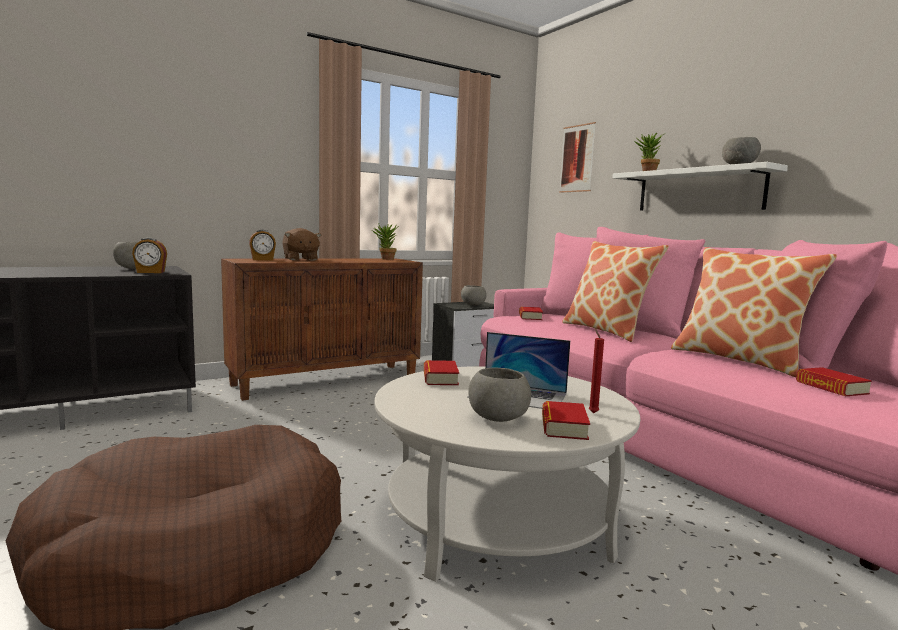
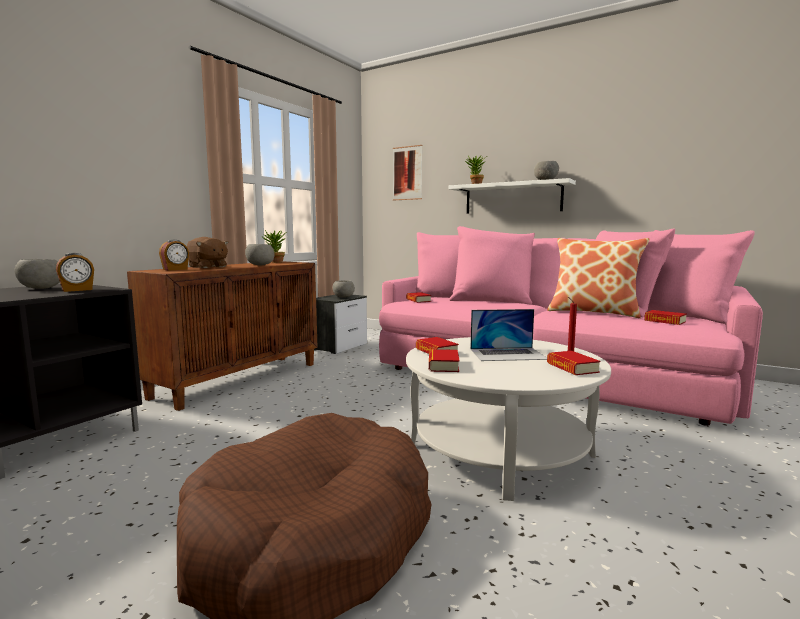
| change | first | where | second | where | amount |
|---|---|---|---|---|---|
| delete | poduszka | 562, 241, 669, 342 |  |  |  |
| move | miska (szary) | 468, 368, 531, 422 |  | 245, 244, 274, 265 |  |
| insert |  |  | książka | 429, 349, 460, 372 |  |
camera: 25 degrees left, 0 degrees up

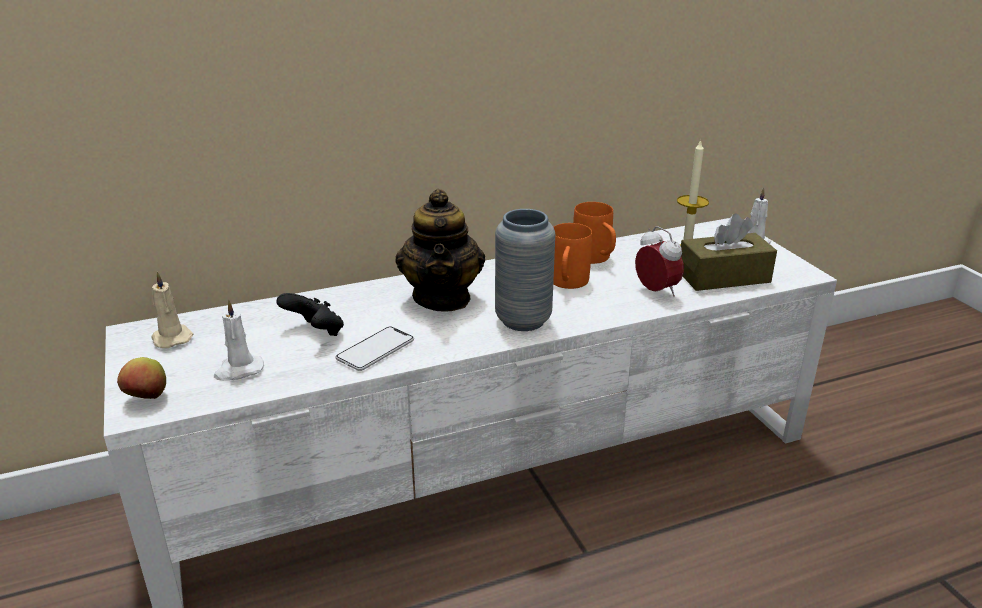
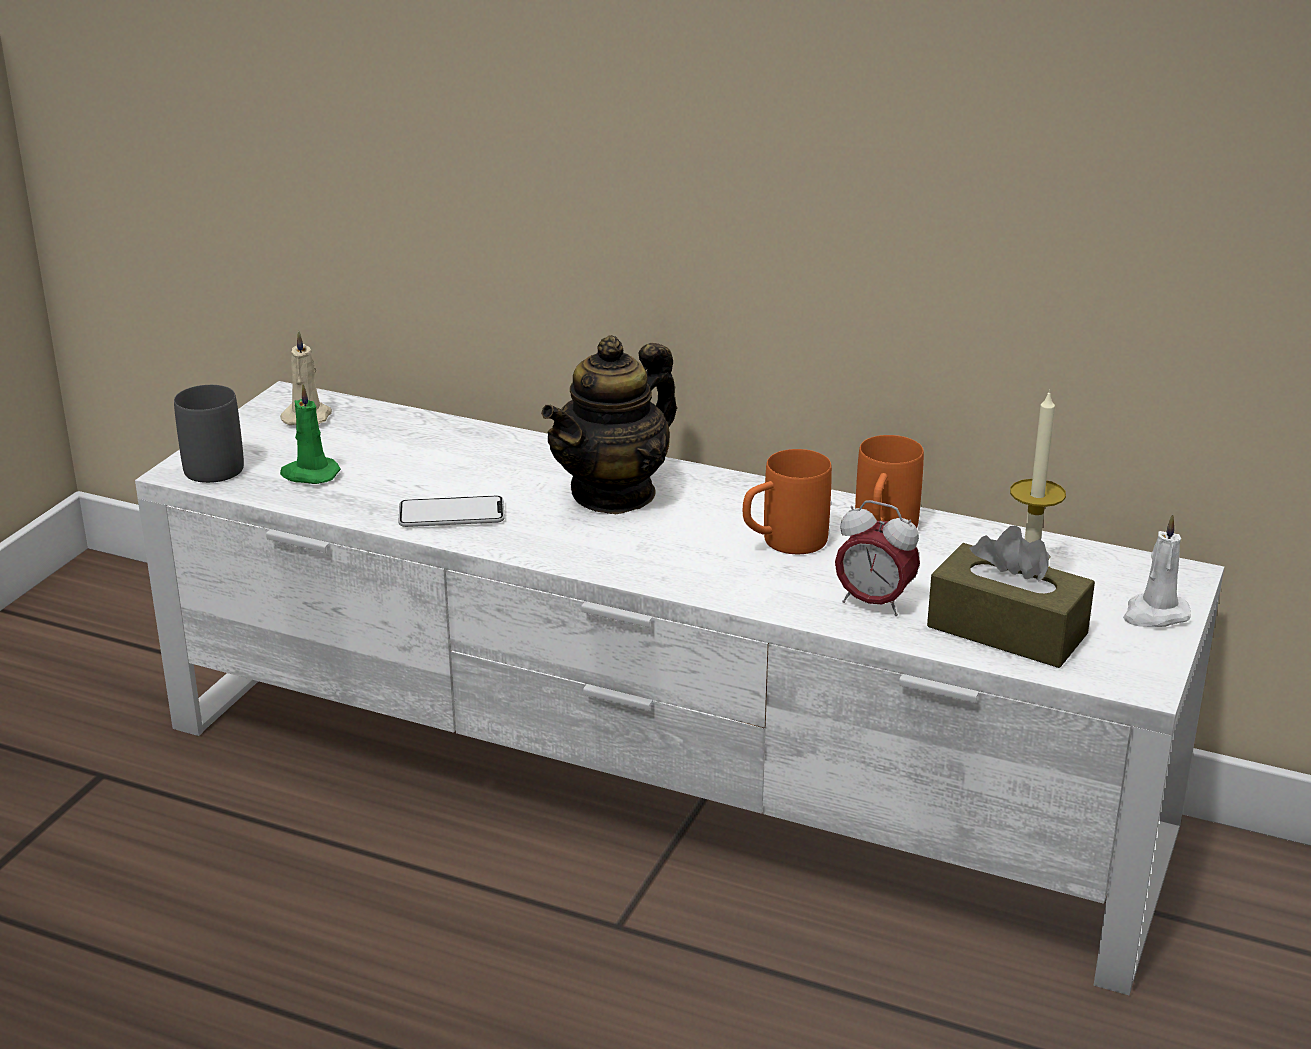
| change | first | where | second | where | amount |
|---|---|---|---|---|---|
| delete | wazon (szary) | 495, 209, 555, 331 |  |  |  |
| rotate | budzik | 635, 226, 684, 297 |  | 835, 500, 920, 616 | 105 degrees clockwise |
| delete | pad do gier (czarny) | 276, 293, 344, 336 |  |  |  |
| recolor | świeca (biały) | 214, 299, 264, 381 | świeca (zielony) | 280, 384, 341, 484 |  |
| replace | jabłko | 117, 357, 166, 399 | kubek (szary) | 174, 385, 244, 483 |  |
camera: 45 degrees right, 0 degrees up

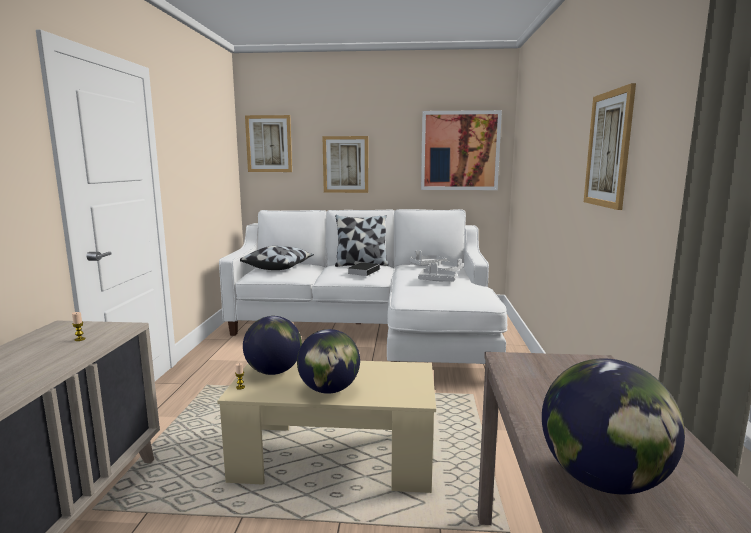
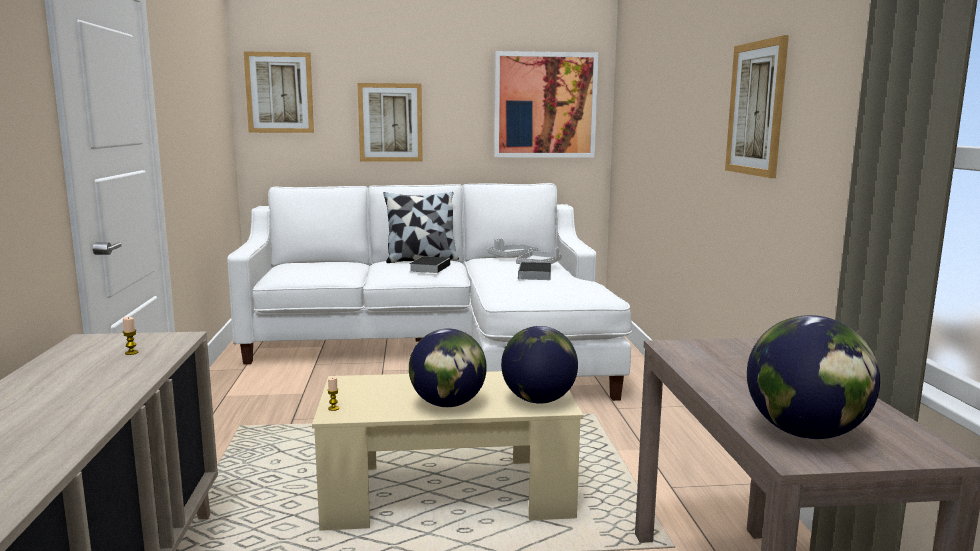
| change | first | where | second | where | amount |
|---|---|---|---|---|---|
| delete | poduszka | 240, 246, 314, 270 |  |  |  |
| replace | taca (szary) | 418, 263, 457, 281 | książka | 518, 262, 551, 281 |  |
| move | globus | 243, 316, 302, 375 |  | 501, 326, 578, 404 |  |
camera: 10 degrees left, 0 degrees up

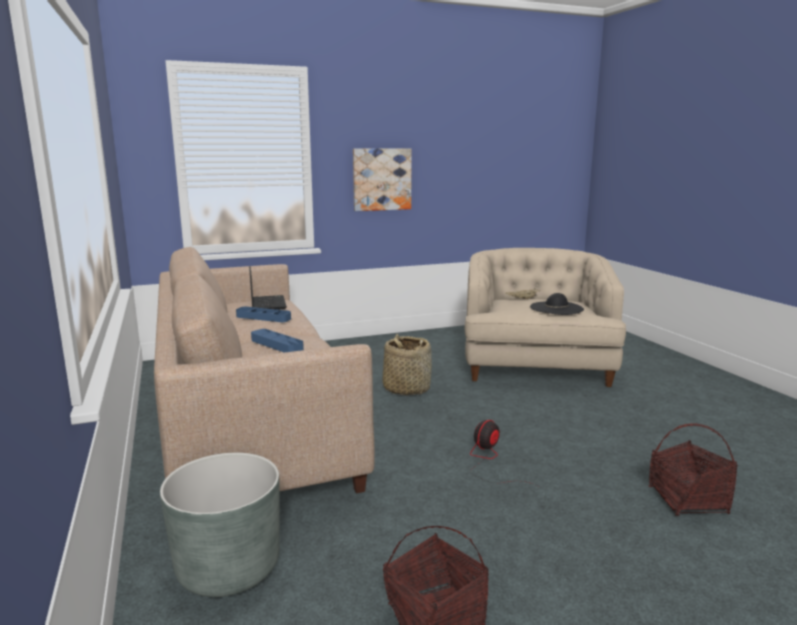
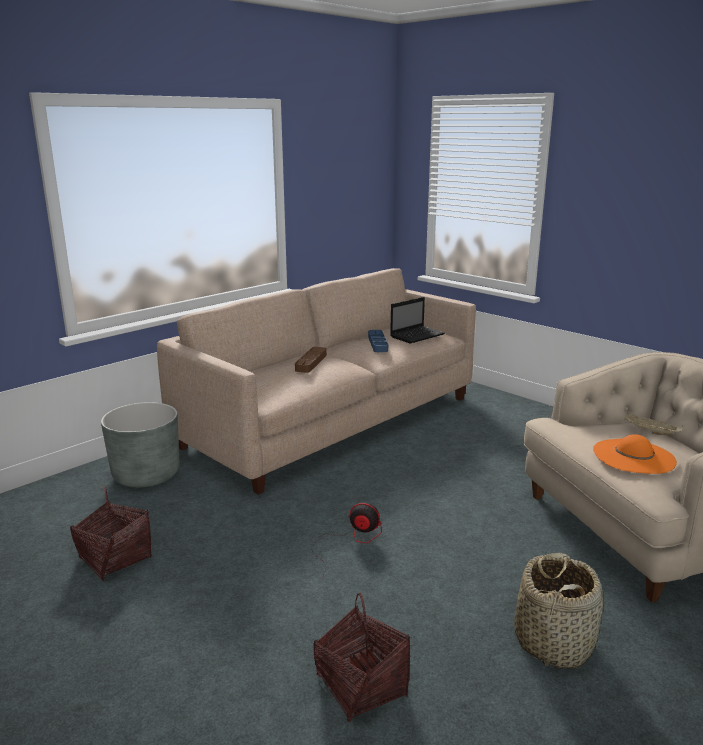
| change | first | where | second | where | amount |
|---|---|---|---|---|---|
| delete | obraz | 353, 149, 412, 211 |  |  |  |
| recolor | kapelusz (czarny) | 530, 293, 584, 315 | kapelusz (pomarańczowy) | 593, 434, 677, 474 |  |
| recolor | taca (niebieski) | 251, 329, 304, 352 | taca (brązowy) | 295, 347, 327, 373 |  |
| move | koszyk | 383, 334, 432, 396 |  | 514, 553, 603, 669 |  |
camera: 65 degrees right, 5 degrees up

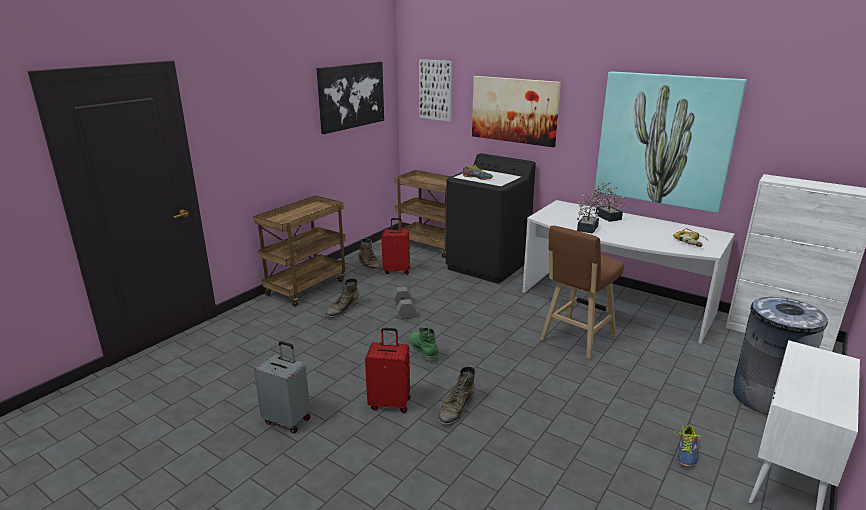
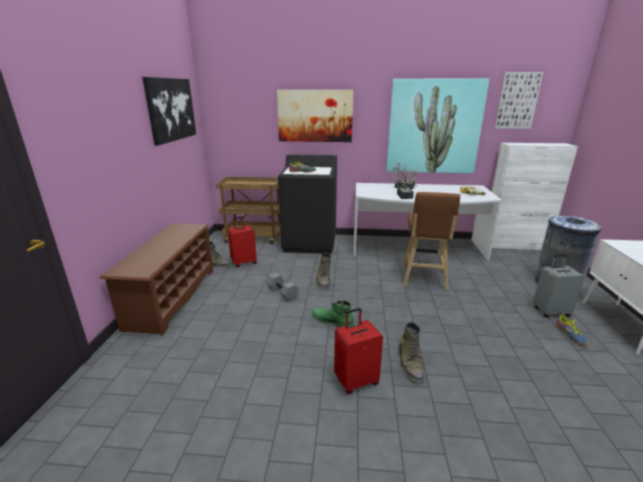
| change | first | where | second | where | amount |
|---|---|---|---|---|---|
| move | obraz | 419, 59, 452, 121 |  | 495, 72, 543, 129 |  |
| replace | wózek (brązowy) | 254, 196, 347, 306 | regał na buty (brązowy) | 99, 223, 213, 336 |  |
| move | but z cholewką (zielony) | 325, 278, 359, 318 |  | 316, 253, 331, 288 |  |
| move | walizka (szary) | 254, 341, 310, 433 |  | 533, 254, 585, 318 |  |
camera: 30 degrees left, 0 degrees up

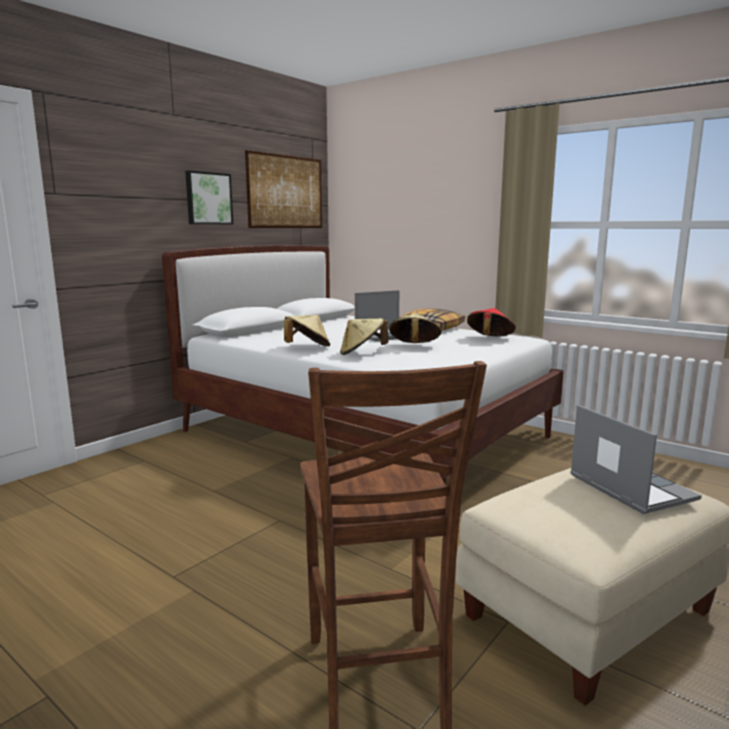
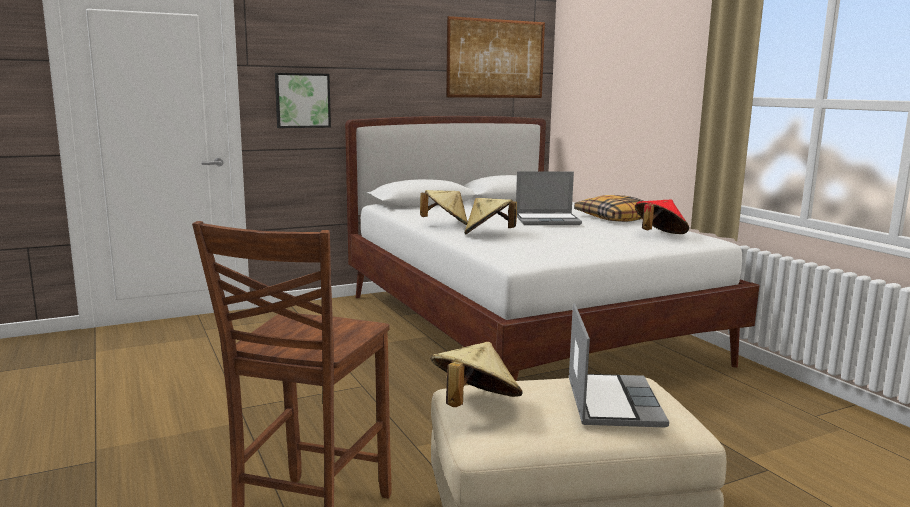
| change | first | where | second | where | amount |
|---|---|---|---|---|---|
| move | obraz | 185, 170, 233, 224 |  | 275, 73, 331, 128 |  |
| move | kapelusz (beżowy) | 389, 313, 441, 343 |  | 431, 342, 523, 407 |  |
camera: 25 degrees right, 0 degrees up

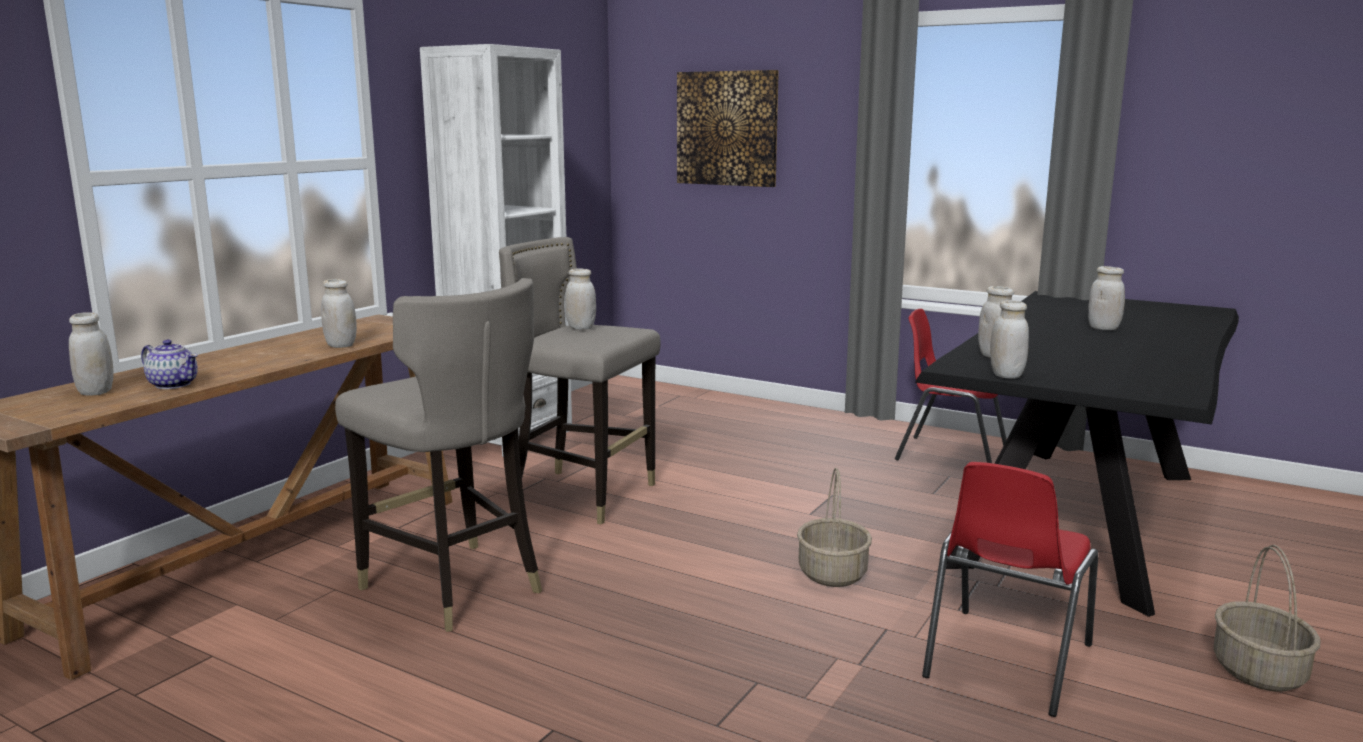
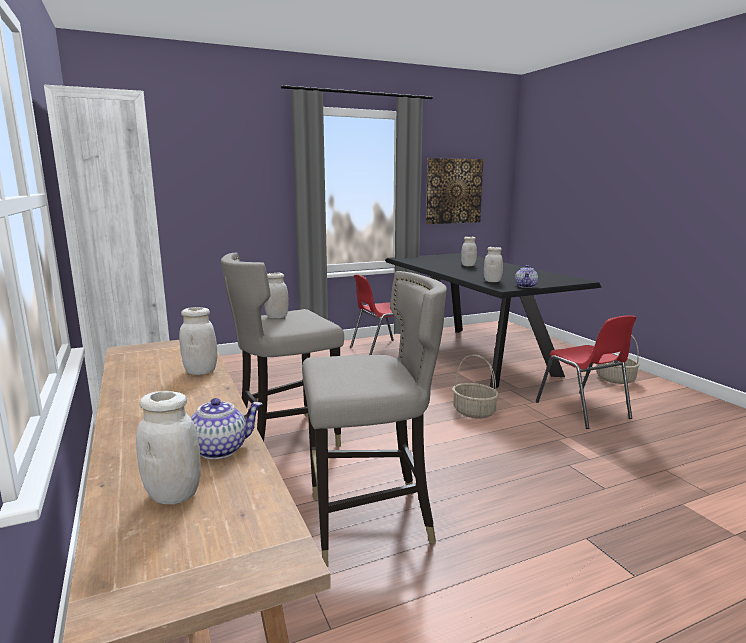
| change | first | where | second | where | amount |
|---|---|---|---|---|---|
| move | obraz | 677, 70, 779, 187 |  | 426, 158, 484, 224 |  |
| replace | słoik (biały) | 990, 300, 1029, 379 | imbryk | 515, 265, 538, 288 |  |
camera: 55 degrees left, 0 degrees up

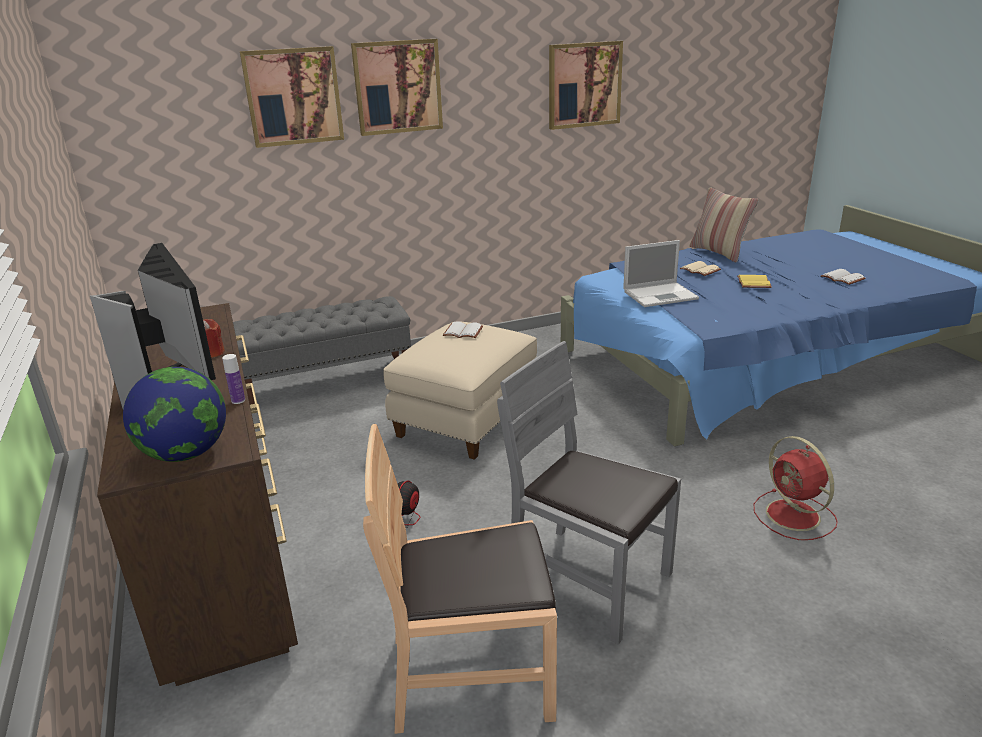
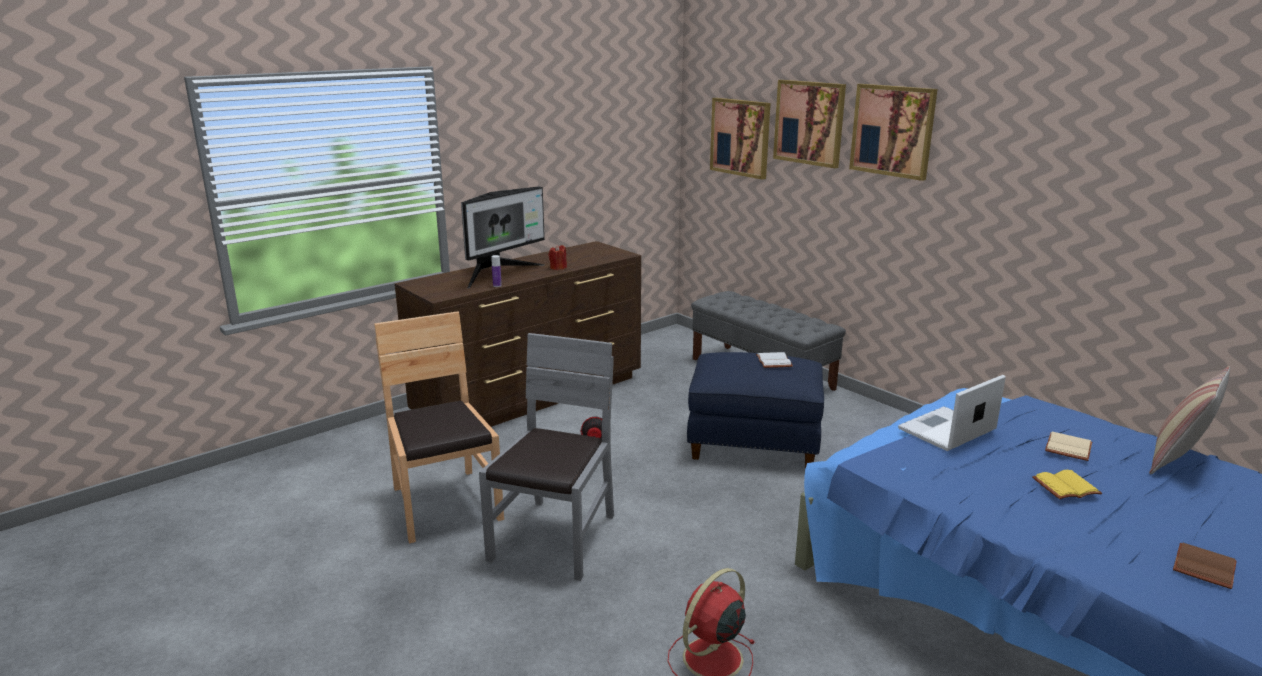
| change | first | where | second | where | amount |
|---|---|---|---|---|---|
| move | obraz | 549, 41, 623, 130 |  | 710, 98, 770, 180 |  |
| rotate | laptop | 623, 240, 699, 307 |  | 898, 375, 1006, 451 | 90 degrees clockwise |
| recolor | książka (biały) | 821, 269, 866, 285 | książka (brązowy) | 1173, 543, 1236, 589 |  |
| recolor | pufa (beżowy) | 383, 322, 537, 460 | pufa (niebieski) | 687, 352, 824, 469 |  |
| delete | globus | 123, 367, 226, 462 |  |  |  |
camera: 70 degrees right, 5 degrees down

